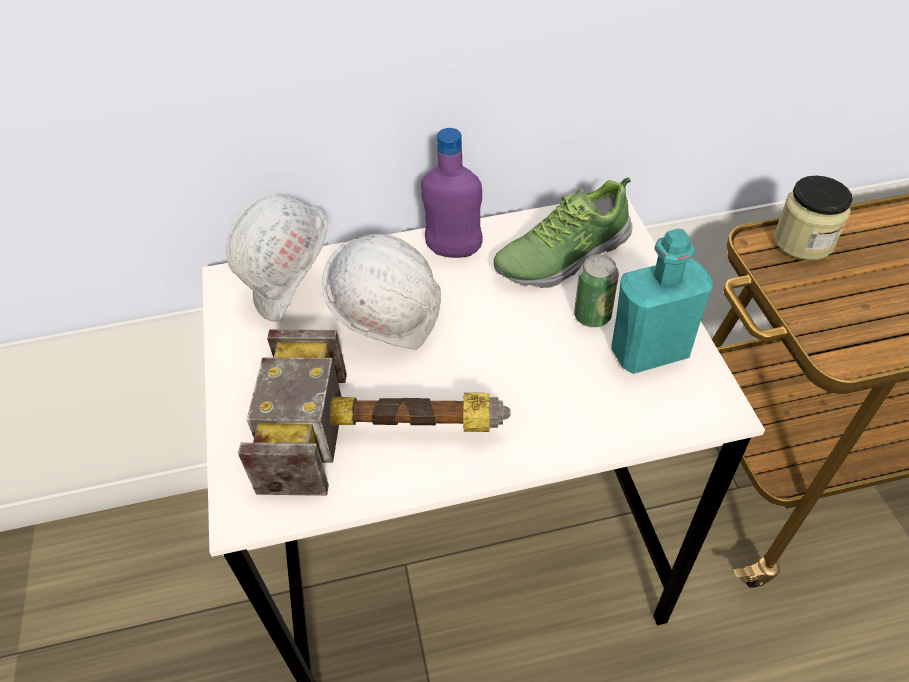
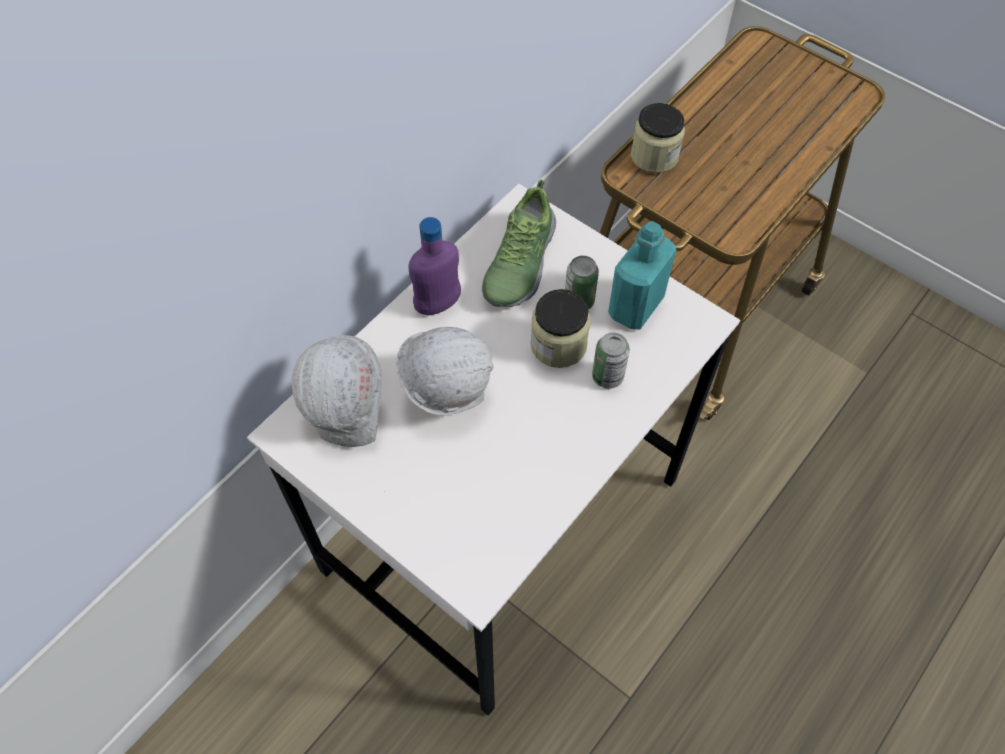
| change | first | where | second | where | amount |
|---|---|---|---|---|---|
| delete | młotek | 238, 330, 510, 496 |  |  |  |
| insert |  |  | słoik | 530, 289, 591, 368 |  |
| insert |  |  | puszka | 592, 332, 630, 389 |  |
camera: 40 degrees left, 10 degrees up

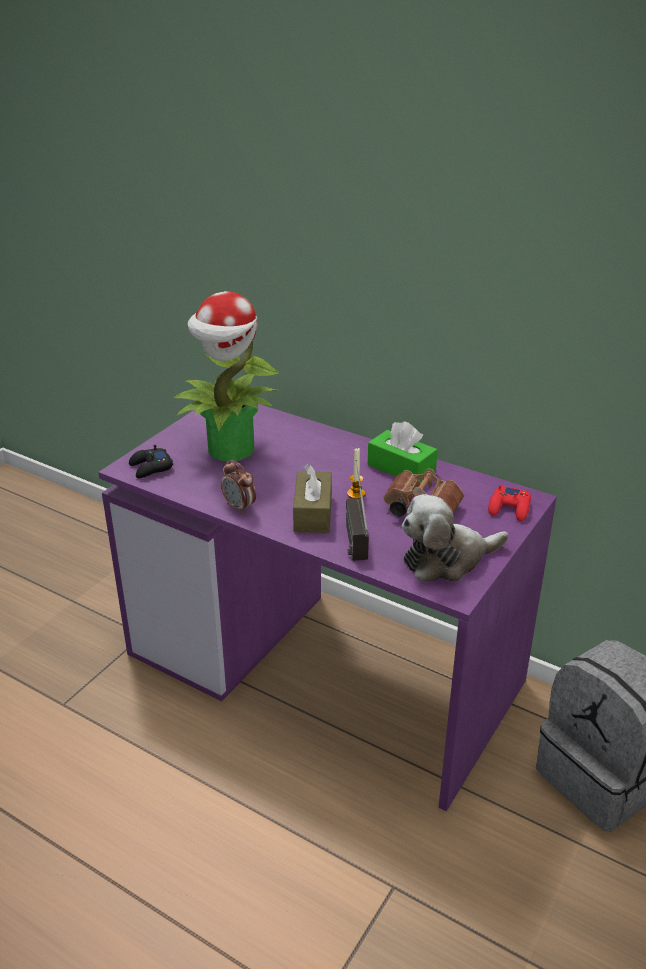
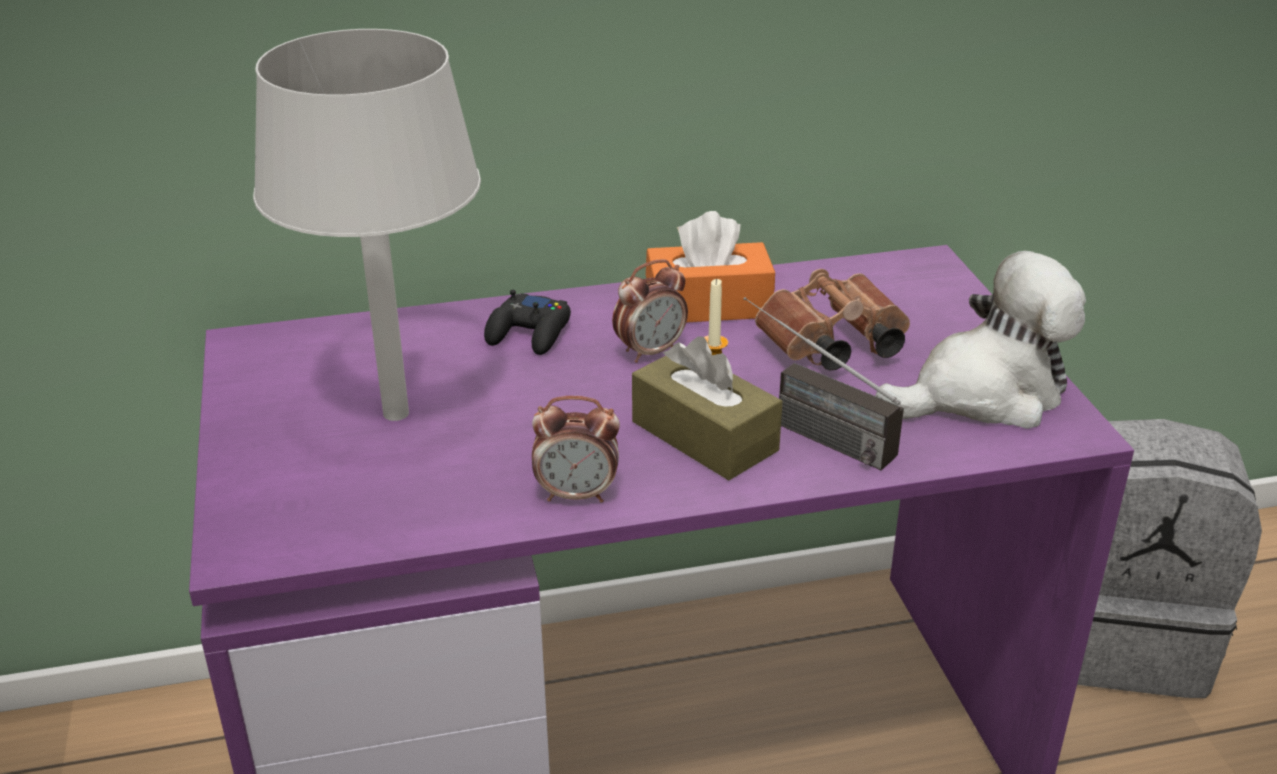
| change | first | where | second | where | amount |
|---|---|---|---|---|---|
| replace | roślina doniczkowa | 173, 291, 279, 462 | lampa stołowa (szary) | 253, 29, 481, 421 |  |
| recolor | pudełko chusteczek (zielony) | 368, 421, 438, 482 | pudełko chusteczek (pomarańczowy) | 646, 211, 775, 322 |  |
| move | pad do gier (czarny) | 129, 445, 173, 478 |  | 484, 290, 571, 355 |  |
| delete | pad do gier (czerwony) | 488, 485, 531, 521 |  |  |  |
| rotate | pluszak | 402, 494, 509, 582 |  | 876, 251, 1086, 429 | 135 degrees counterclockwise |
| insert |  |  | budzik | 612, 259, 688, 363 |  |
camera: 45 degrees left, 0 degrees up

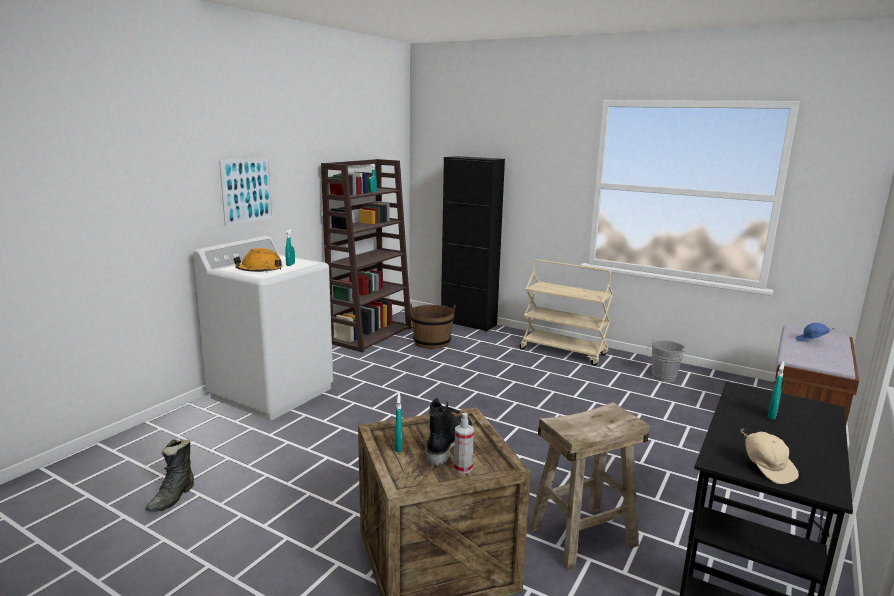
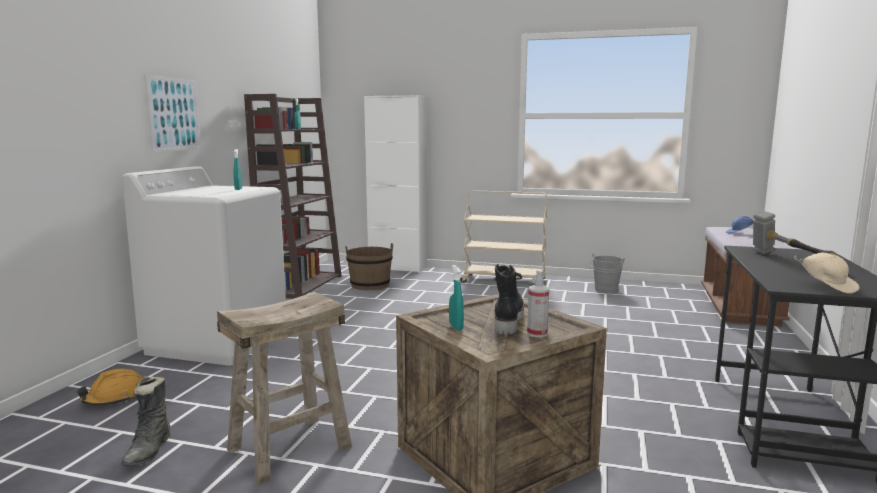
| change | first | where | second | where | amount |
|---|---|---|---|---|---|
| recolor | szafka (czarny) | 441, 156, 505, 332 | szafka (biały) | 364, 95, 427, 273 |  |
| move | kask (pomarańczowy) | 233, 248, 283, 273 |  | 77, 369, 143, 405 |  |
| replace | spryskiwacz (turkusowy) | 768, 362, 785, 420 | młotek | 753, 211, 837, 256 |  |
| move | stołek (beżowy) | 529, 402, 650, 571 |  | 217, 292, 352, 485 |  |
camera: 15 degrees left, 5 degrees down

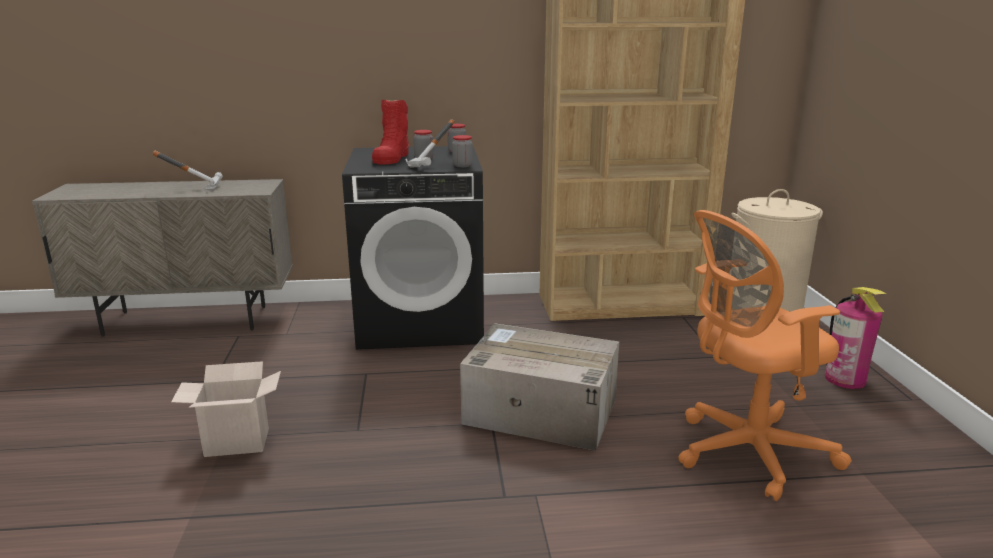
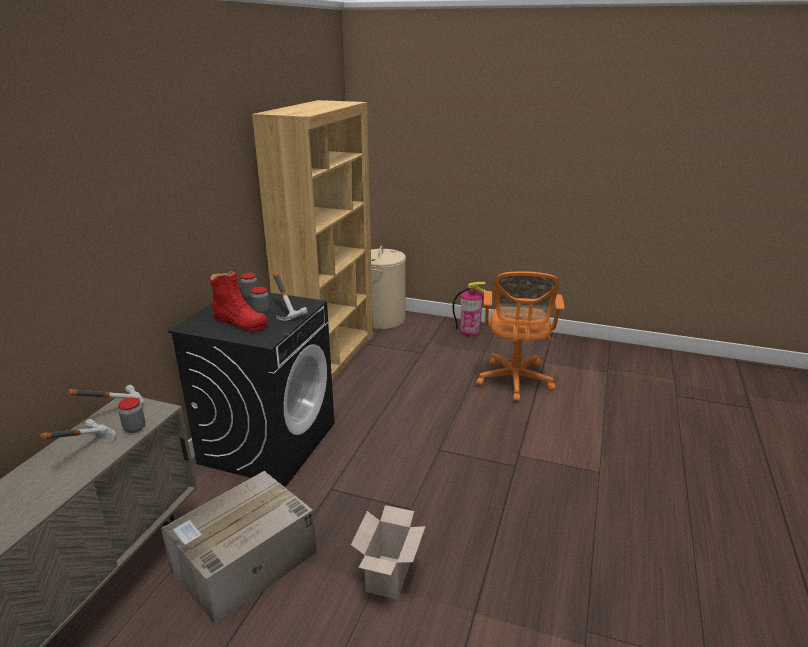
| change | first | where | second | where | amount |
|---|---|---|---|---|---|
| move | słoik | 452, 135, 473, 167 |  | 118, 397, 145, 433 |  |
| move | karton | 460, 323, 619, 451 |  | 161, 471, 317, 624 |  |
| insert |  |  | młotek | 68, 385, 144, 405 |  |
camera: 65 degrees left, 5 degrees up

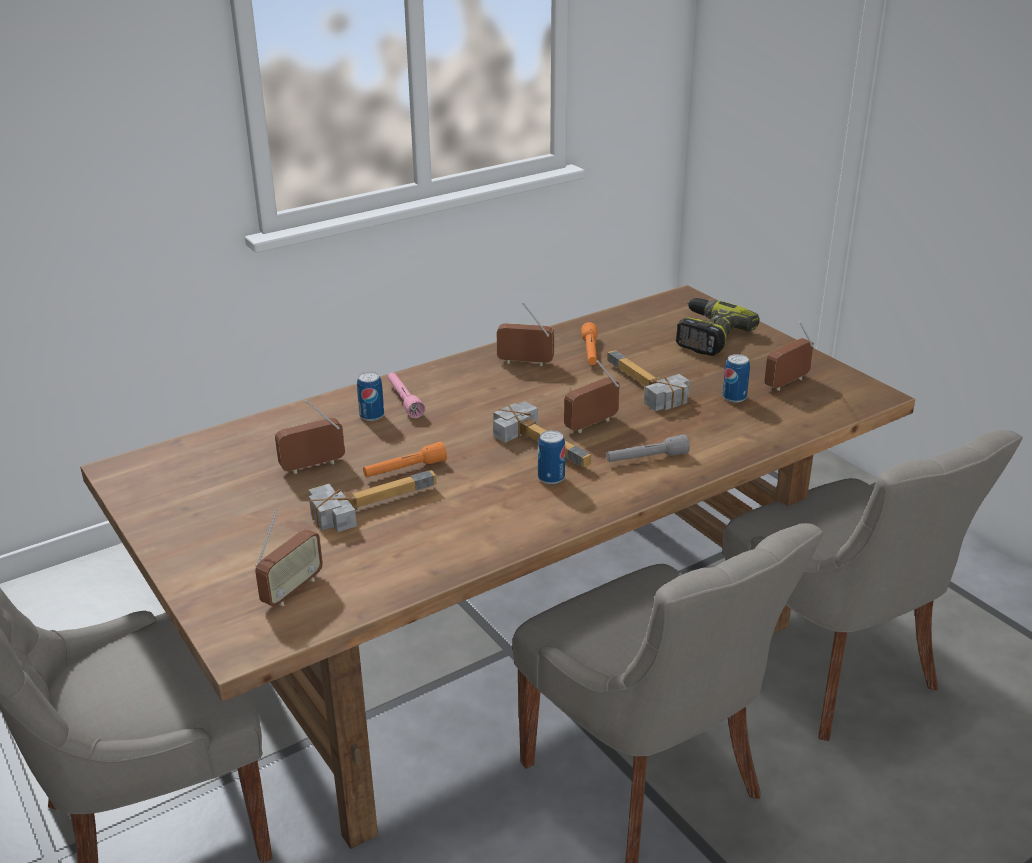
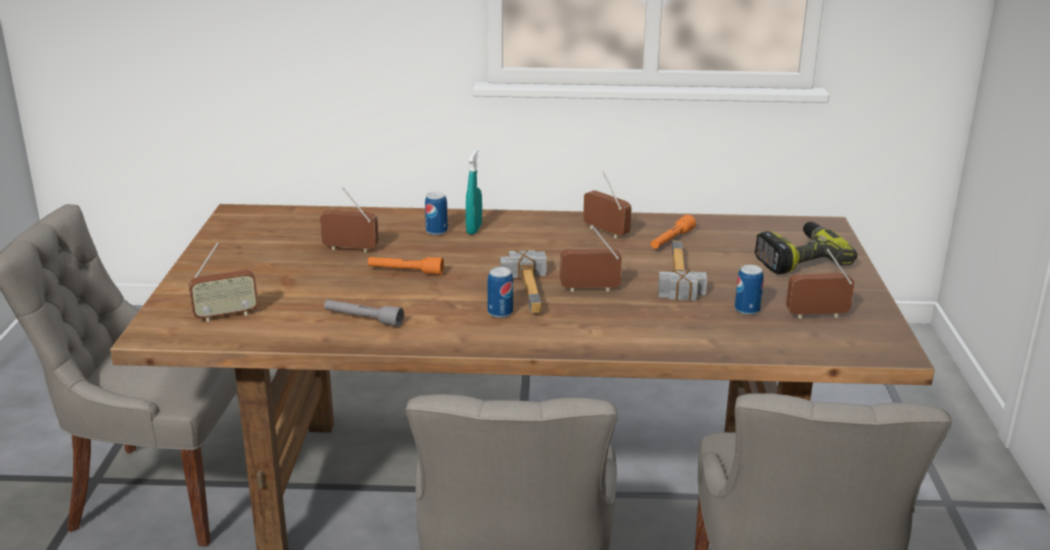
| change | first | where | second | where | amount |
|---|---|---|---|---|---|
| replace | latarka (różowy) | 387, 372, 425, 418 | spryskiwacz (turkusowy) | 466, 150, 482, 234 |  |
| move | latarka (szary) | 606, 434, 690, 462 |  | 324, 300, 404, 327 |  |
| delete | młotek | 308, 470, 437, 532 |  |  |  |
camera: 35 degrees right, 5 degrees down

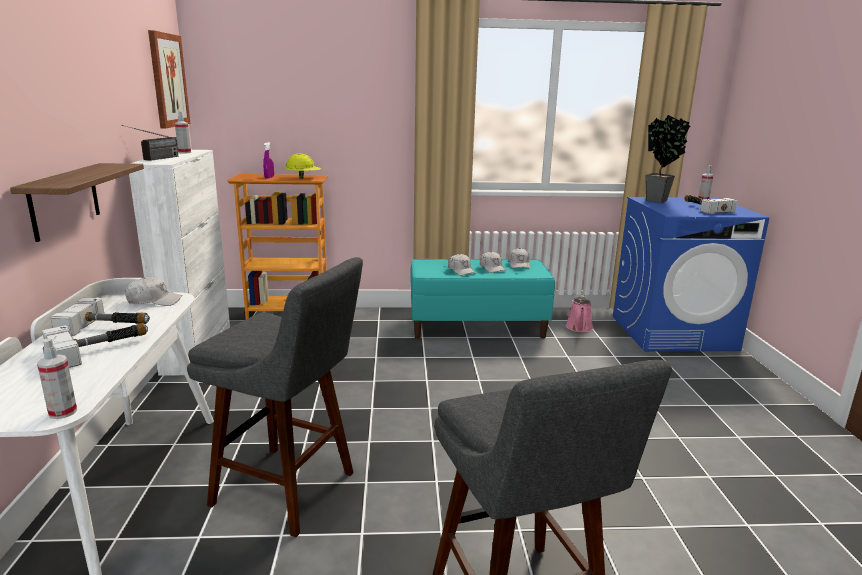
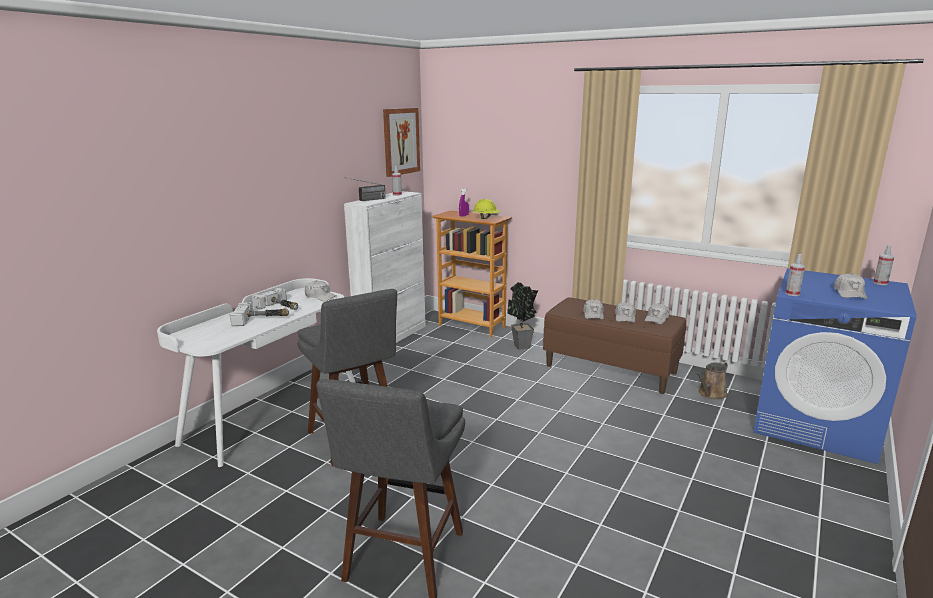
| change | first | where | second | where | amount |
|---|---|---|---|---|---|
| move | roślina doniczkowa | 645, 115, 690, 203 |  | 507, 282, 538, 350 |  |
| delete | półka | 10, 163, 144, 242 |  |  |  |
| replace | młotek | 685, 194, 737, 214 | czapka z daszkiem (biały) | 834, 273, 868, 299 |  |
| recolor | ławka (turkusowy) | 410, 259, 555, 339 | ławka (brązowy) | 543, 297, 686, 394 |  |
| recolor | konewka (różowy) | 566, 295, 593, 332 | konewka (brązowy) | 696, 361, 728, 399 |  |
| move | spryskiwacz | 37, 338, 77, 419 |  | 786, 254, 805, 296 |  |
camera: 35 degrees right, 0 degrees up

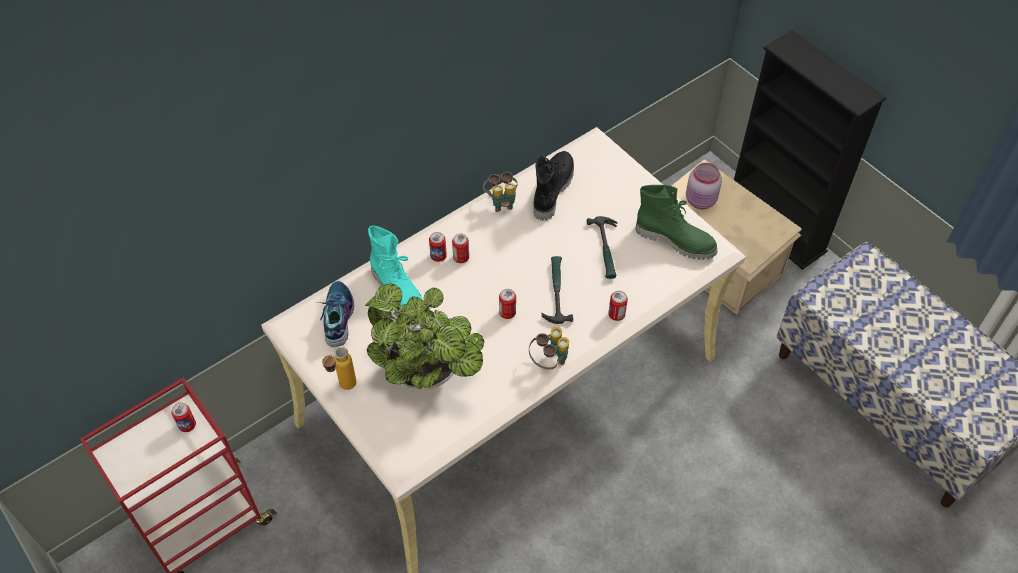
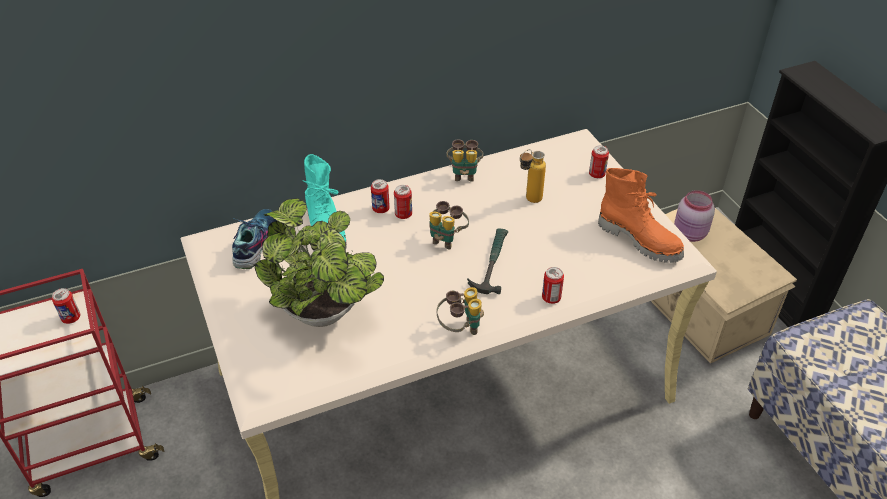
| change | first | where | second | where | amount |
|---|---|---|---|---|---|
| delete | but z cholewką (czarny) | 533, 151, 574, 221 |  |  |  |
| recolor | but z cholewką (zielony) | 635, 185, 717, 260 | but z cholewką (pomarańczowy) | 598, 168, 684, 263 |  |
| delete | młotek | 587, 216, 617, 279 |  |  |  |
| move | puszka | 499, 289, 516, 319 |  | 589, 145, 609, 178 |  |
| move | butelka | 322, 347, 357, 390 |  | 520, 149, 546, 203 |  |
| insert |  |  | lornetka | 429, 201, 469, 249 |  |
camera: 15 degrees right, 10 degrees down

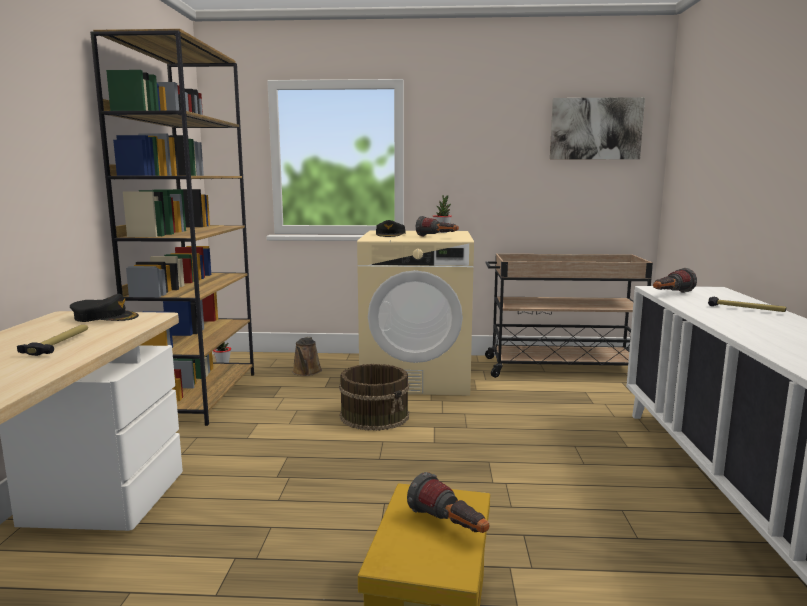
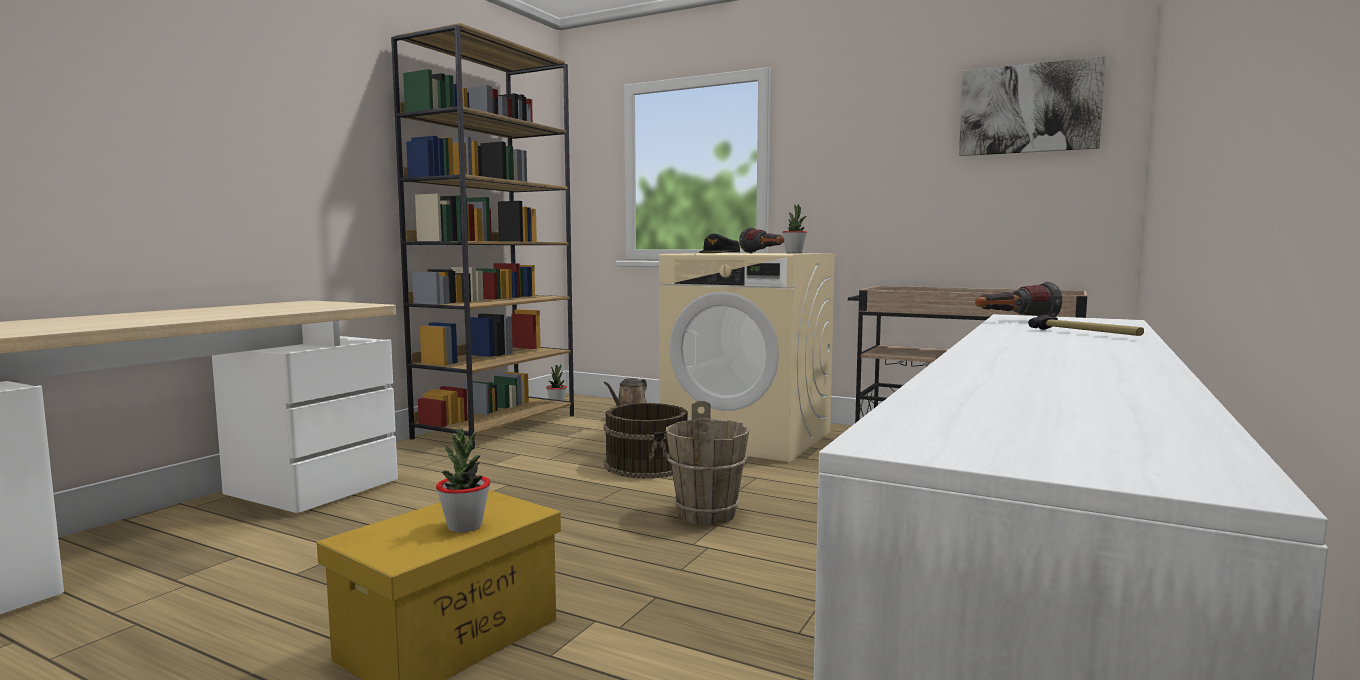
| change | first | where | second | where | amount |
|---|---|---|---|---|---|
| delete | czapka z daszkiem (czarny) | 70, 294, 139, 322 |  |  |  |
| delete | młotek | 17, 325, 88, 356 |  |  |  |
| replace | latarka | 407, 472, 489, 533 | roślina doniczkowa | 436, 429, 490, 532 |  |
| insert |  |  | wiadro (brązowy) | 666, 401, 750, 525 |  |
camera: 25 degrees right, 5 degrees down

